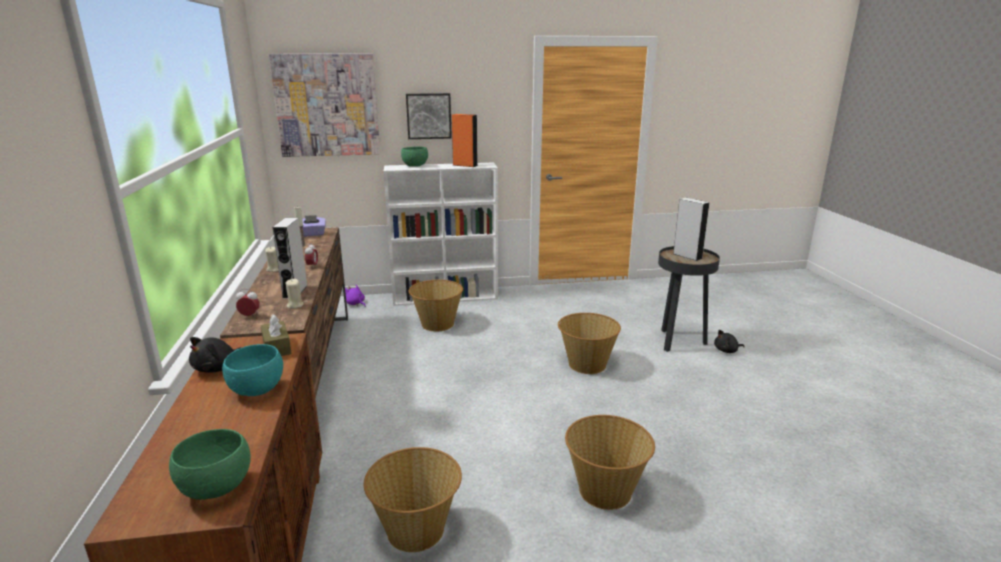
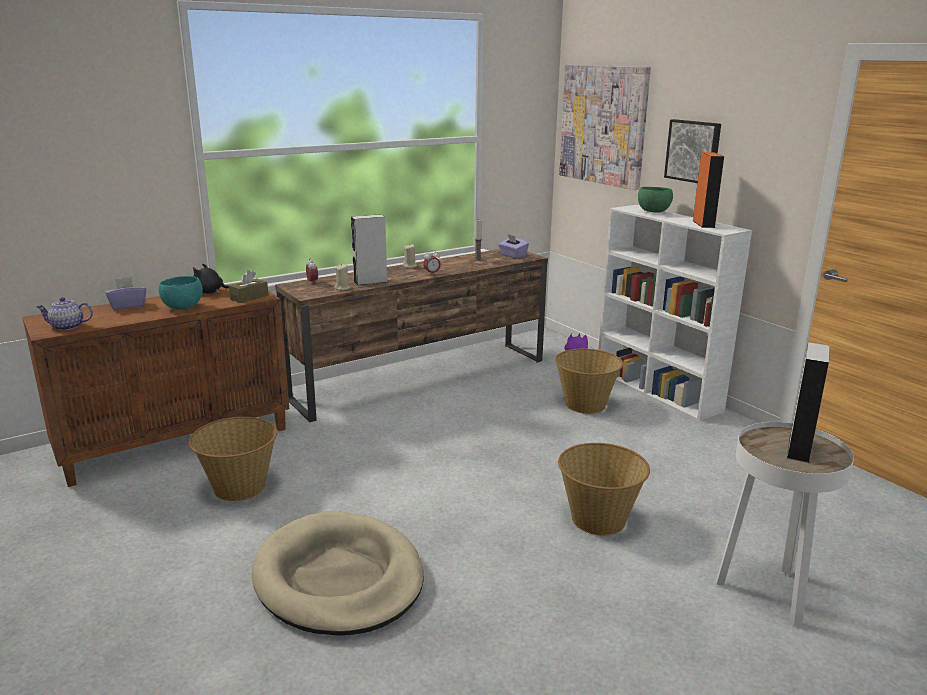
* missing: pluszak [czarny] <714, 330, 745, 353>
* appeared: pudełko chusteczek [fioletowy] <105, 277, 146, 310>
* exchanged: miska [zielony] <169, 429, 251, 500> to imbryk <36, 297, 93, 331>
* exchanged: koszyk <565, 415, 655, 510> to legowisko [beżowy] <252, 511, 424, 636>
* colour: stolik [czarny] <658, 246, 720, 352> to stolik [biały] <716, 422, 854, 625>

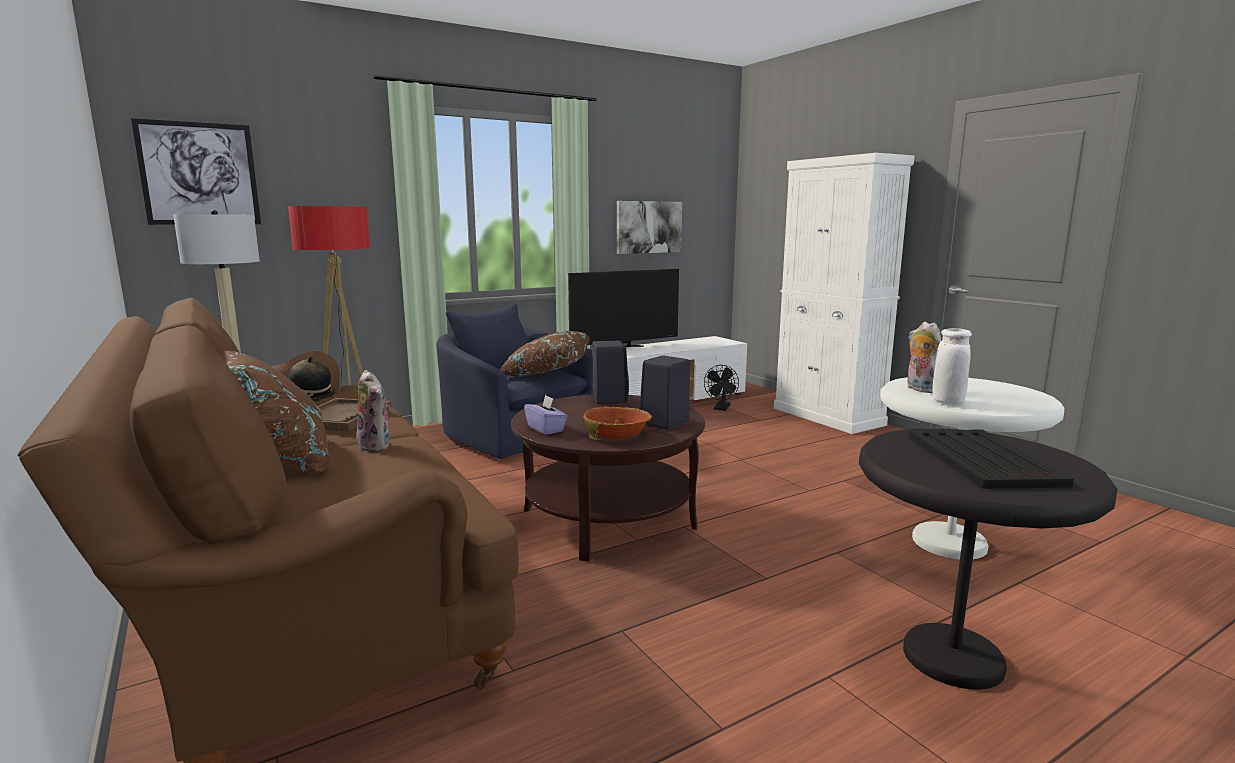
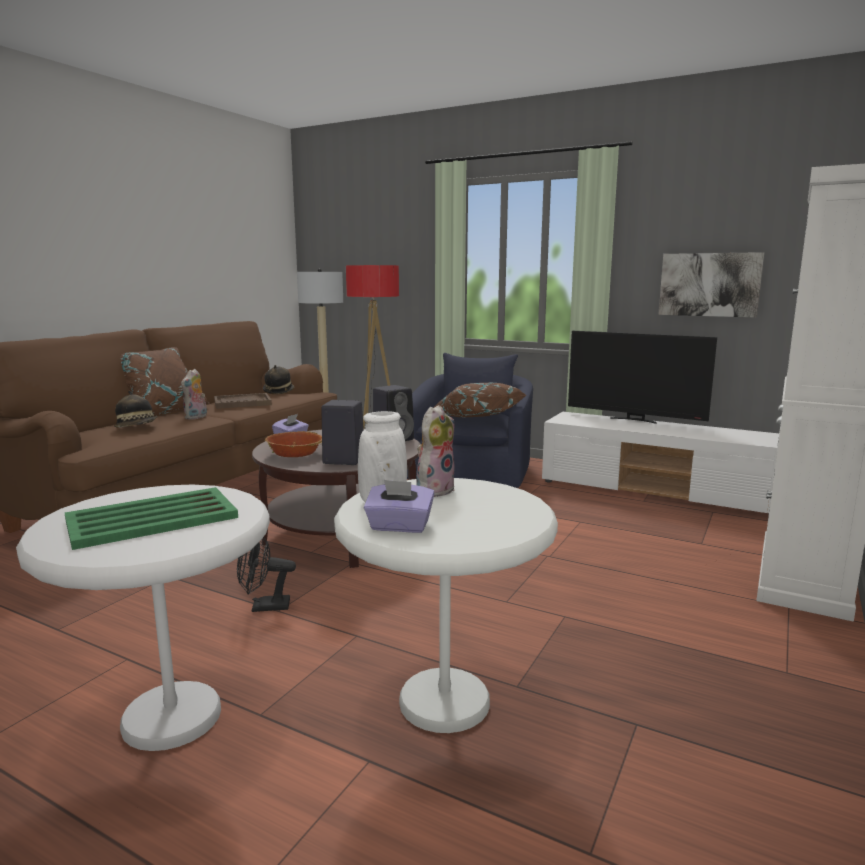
* missing: obraz <131, 118, 261, 225>
* appeared: kapelusz <114, 391, 157, 428>
* appeared: pudełko chusteczek [fioletowy] <364, 480, 435, 533>
* relocated: wentylator [czarny] <704, 365, 739, 410> to <237, 537, 296, 612>
* colour: stolik [czarny] <859, 428, 1118, 690> to stolik [biały] <16, 485, 270, 751>
* colour: taca [czarny] <908, 430, 1074, 489> to taca [zielony] <65, 487, 238, 550>

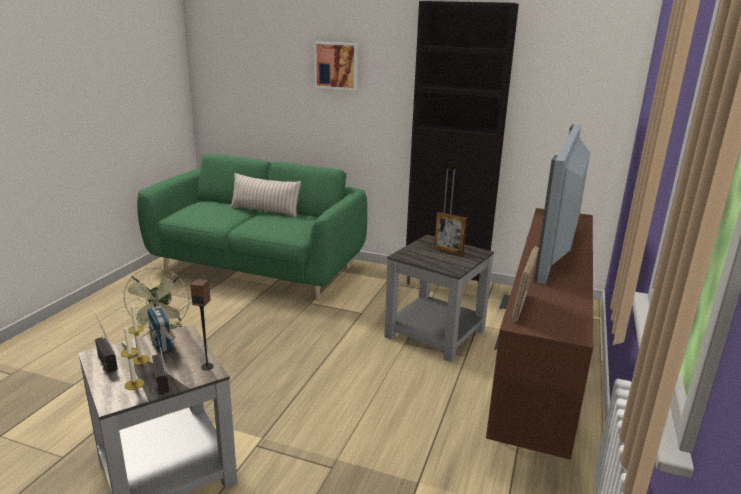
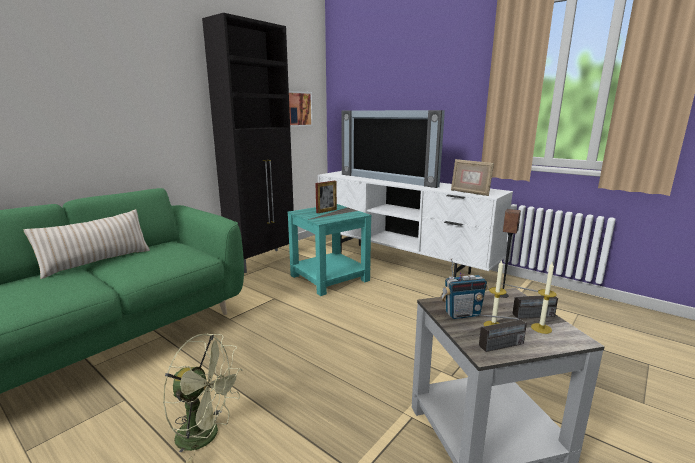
* relocated: obraz <314, 42, 358, 90> to <289, 91, 313, 127>
* colour: stolik [szary] <384, 235, 494, 362> to stolik [turkusowy] <288, 204, 371, 296>
* colour: szafka pod telewizor [brązowy] <486, 208, 593, 460> to szafka pod telewizor [biały] <318, 171, 513, 277>

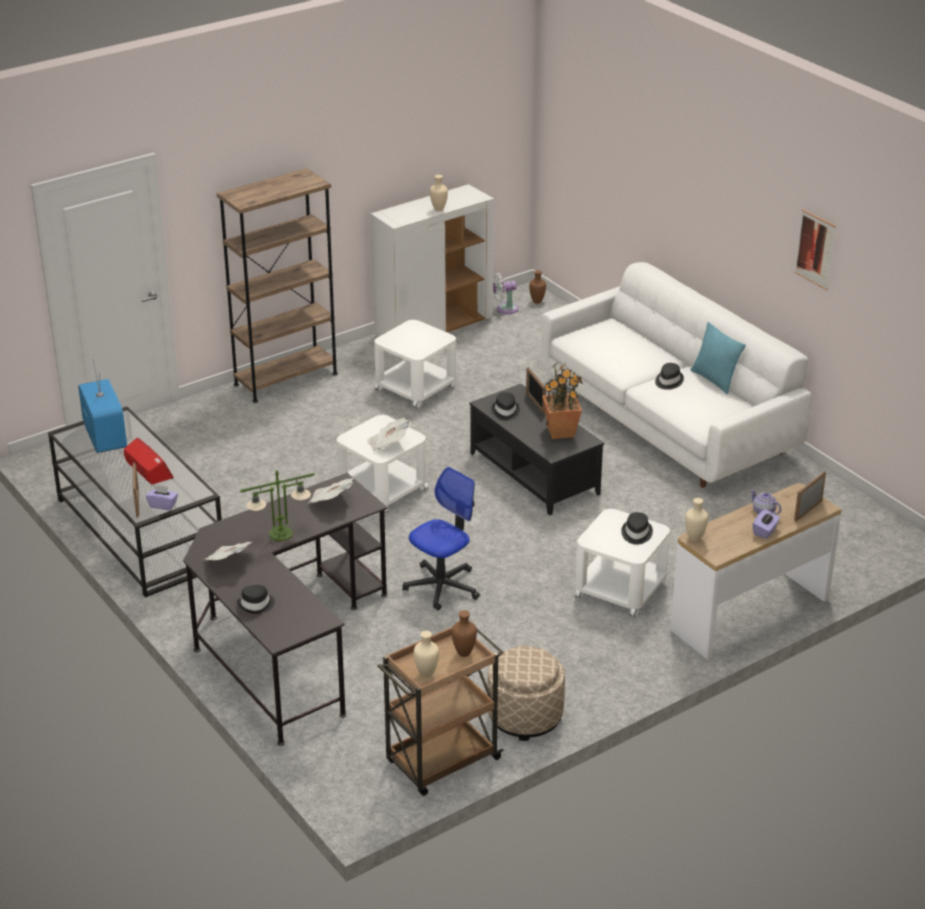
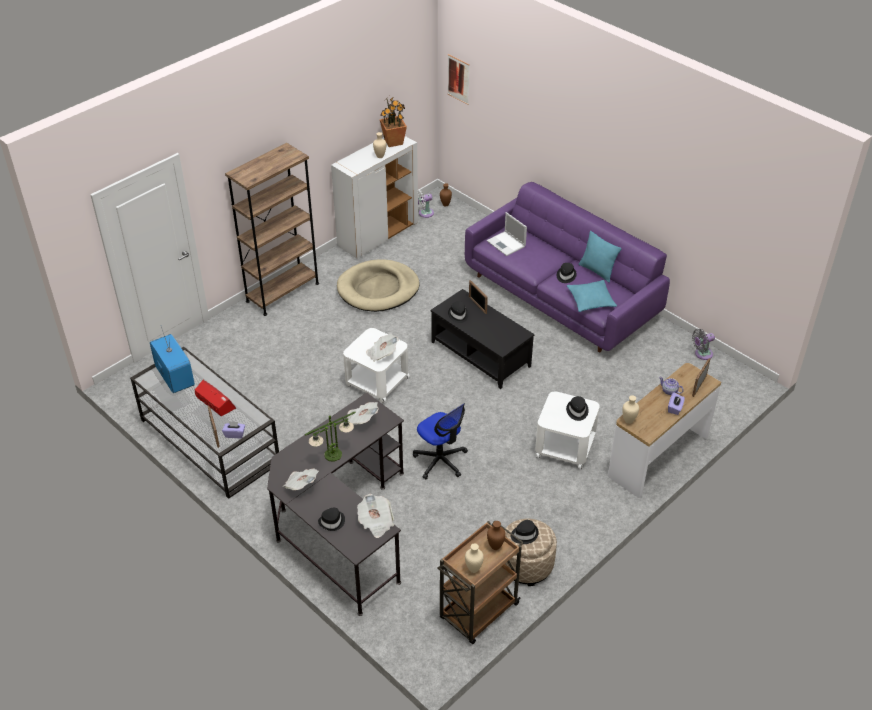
* appeared: gazeta <357, 494, 394, 538>
* appeared: laptop <487, 212, 527, 256>
* appeared: kapelusz [czarny] <511, 520, 539, 544>
* appeared: poduszka [turkusowy] <567, 280, 617, 312>
* appeared: wentylator [szary] <692, 329, 715, 360>
* relocated: roślina doniczkowa <542, 361, 583, 439> to <380, 96, 407, 147>
* relocated: obraz <794, 209, 836, 290> to <448, 54, 470, 105>
* exchanged: stolik [biały] <374, 320, 456, 409> to legowisko [beżowy] <337, 259, 420, 312>
* colour: kanapa [biały] <540, 262, 812, 488> to kanapa [fioletowy] <465, 182, 670, 352>
* spun: krzesło biurowe <402, 467, 480, 610> = <413, 403, 468, 479> 105 degrees clockwise

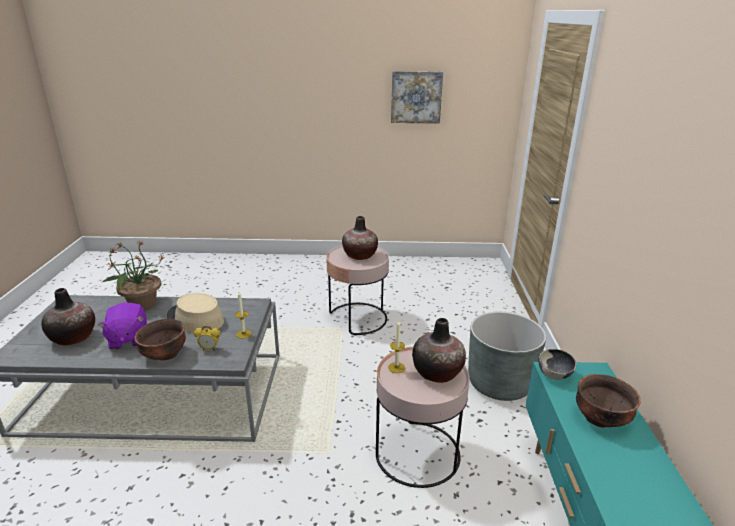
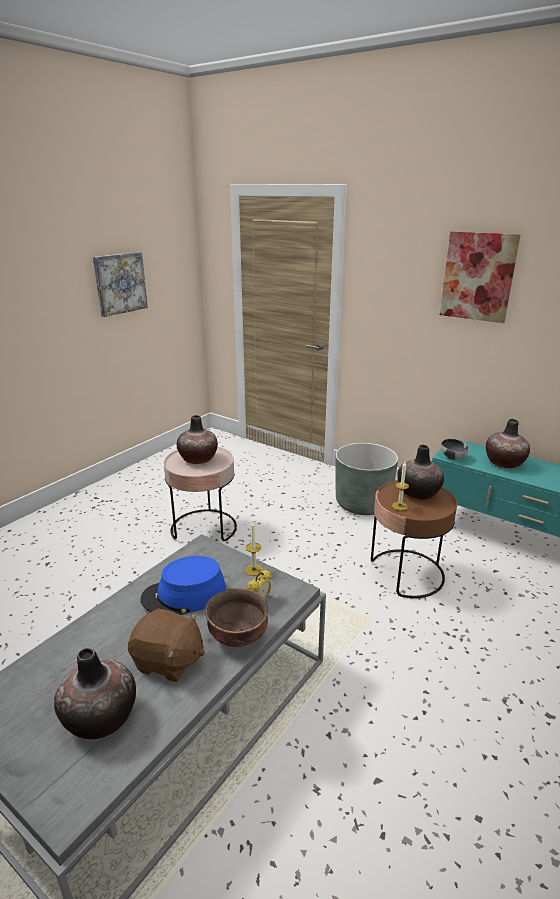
* missing: roślina doniczkowa <103, 241, 165, 310>
* appeared: obraz <440, 231, 521, 323>
* exchanged: miska [brązowy] <576, 374, 641, 428> to wazon <486, 419, 530, 468>
* colour: pluszak [fioletowy] <98, 303, 147, 350> to pluszak [brązowy] <128, 609, 205, 682>
* colour: kapelusz [beżowy] <167, 293, 224, 334> to kapelusz [niebieski] <141, 556, 226, 615>
* colour: stolik [różowy] <376, 347, 470, 488> to stolik [brązowy] <371, 480, 457, 598>

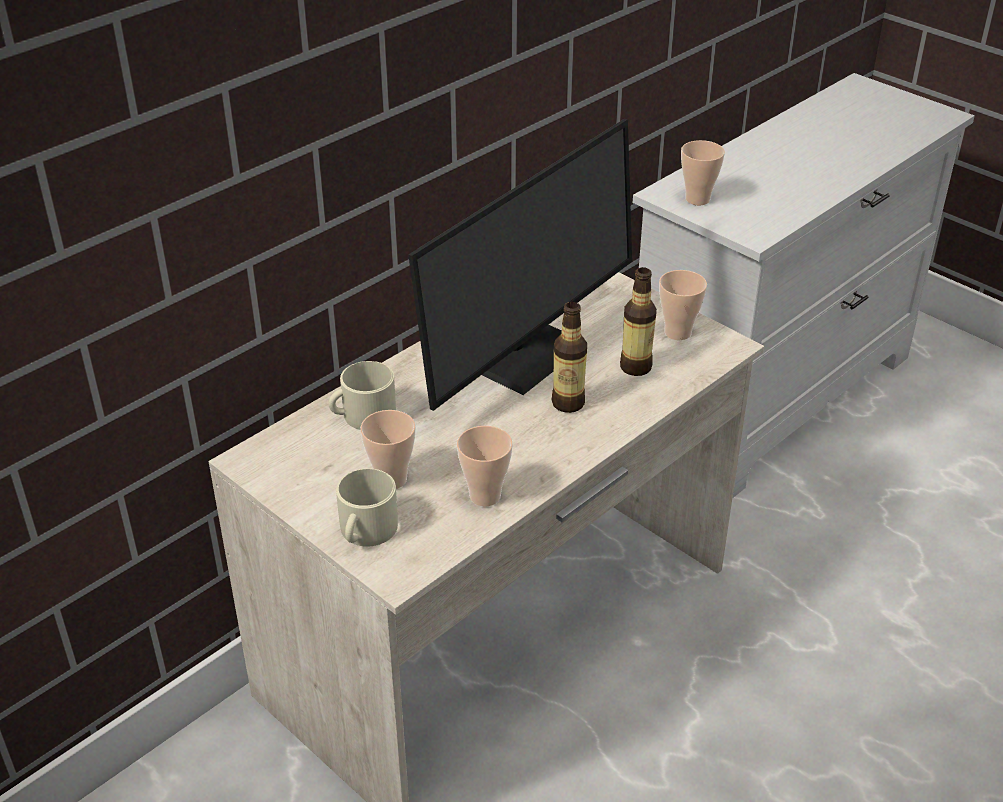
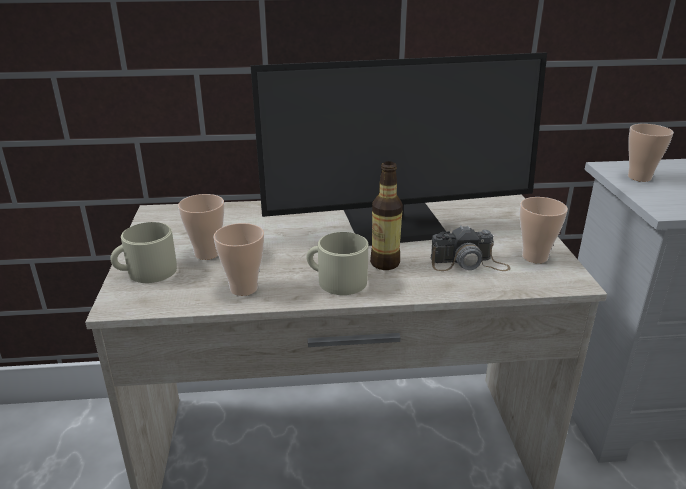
* relocated: kubek [beżowy] <328, 361, 396, 430> to <306, 232, 368, 295>
* exchanged: butelka <620, 267, 657, 376> to aparat fotograficzny <431, 225, 511, 271>

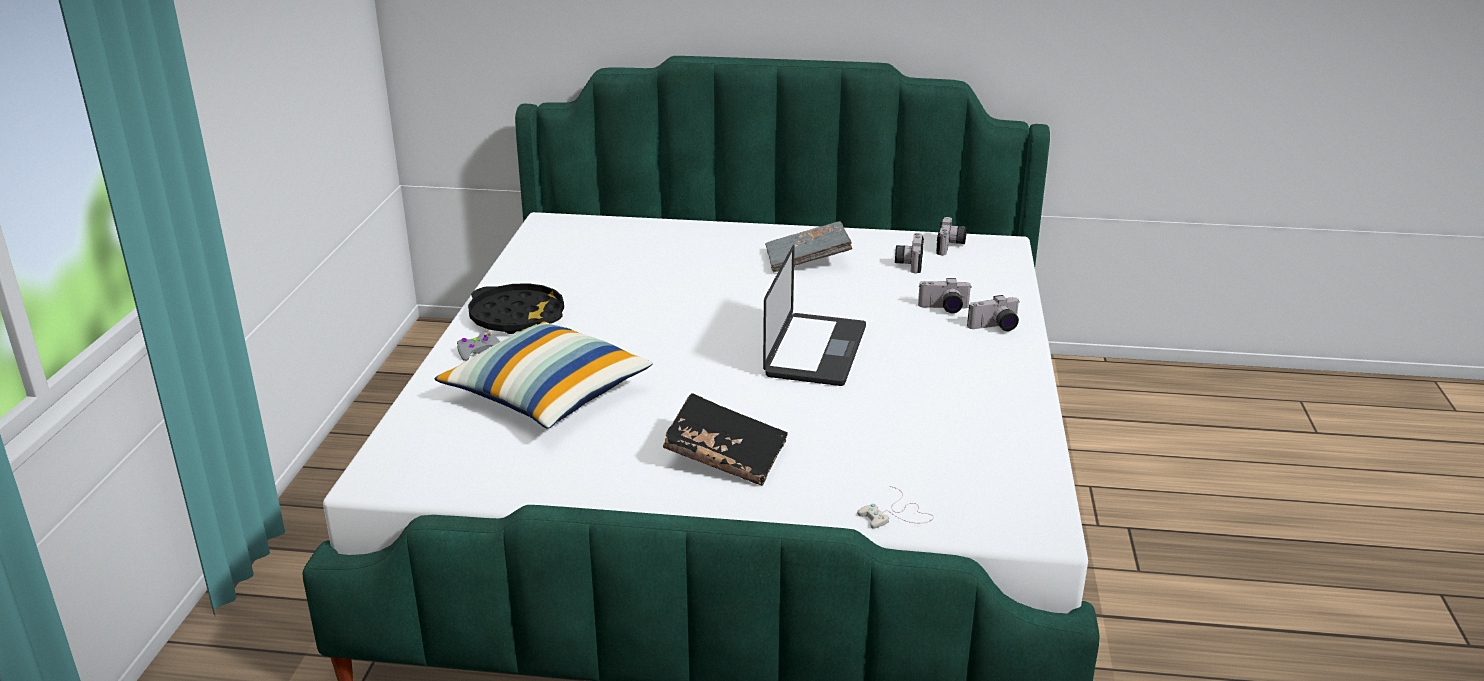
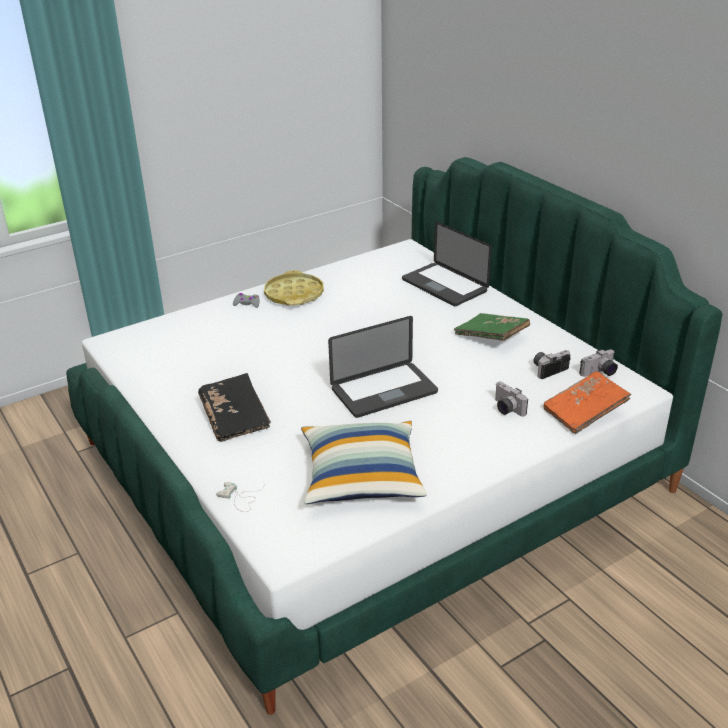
* missing: aparat fotograficzny <967, 295, 1020, 331>
* appeared: laptop <402, 221, 492, 306>
* appeared: książka [pomarańczowy] <543, 371, 631, 434>
* relocated: poduszka <434, 321, 653, 429> to <301, 421, 427, 504>
* colour: taca [czarny] <468, 283, 564, 334> to taca [żółty] <264, 270, 324, 306>
* colour: książka [szary] <765, 221, 852, 273> to książka [zielony] <454, 313, 530, 341>

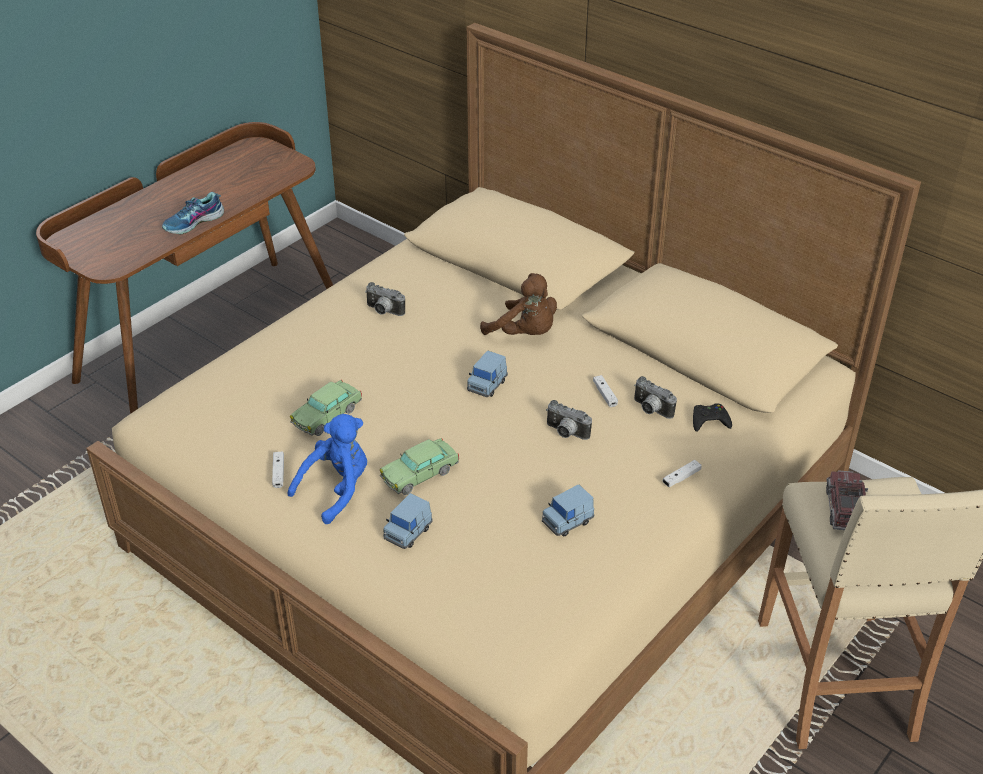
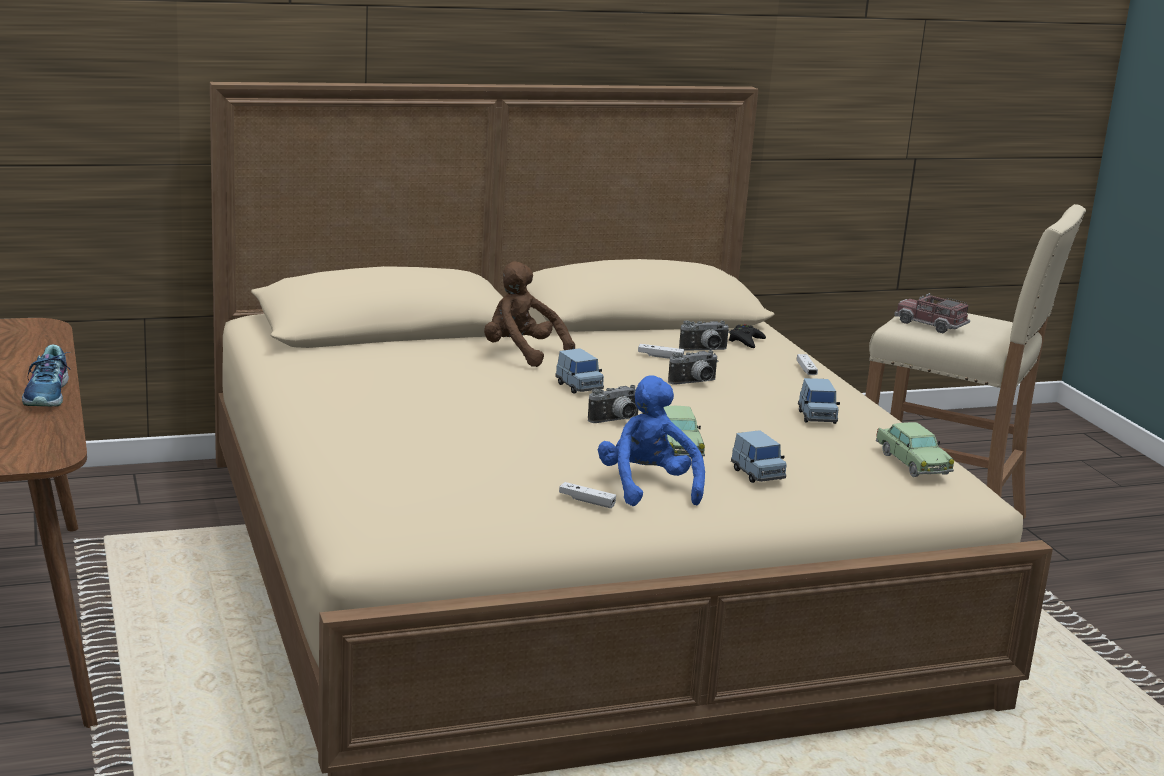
* relocated: samochodzik <290, 380, 362, 436> to <876, 422, 954, 477>
* relocated: aparat fotograficzny <365, 282, 405, 316> to <588, 385, 638, 423>
* spun: pluszak [brązowy] <480, 273, 557, 335> = <484, 261, 575, 367> 120 degrees counterclockwise

